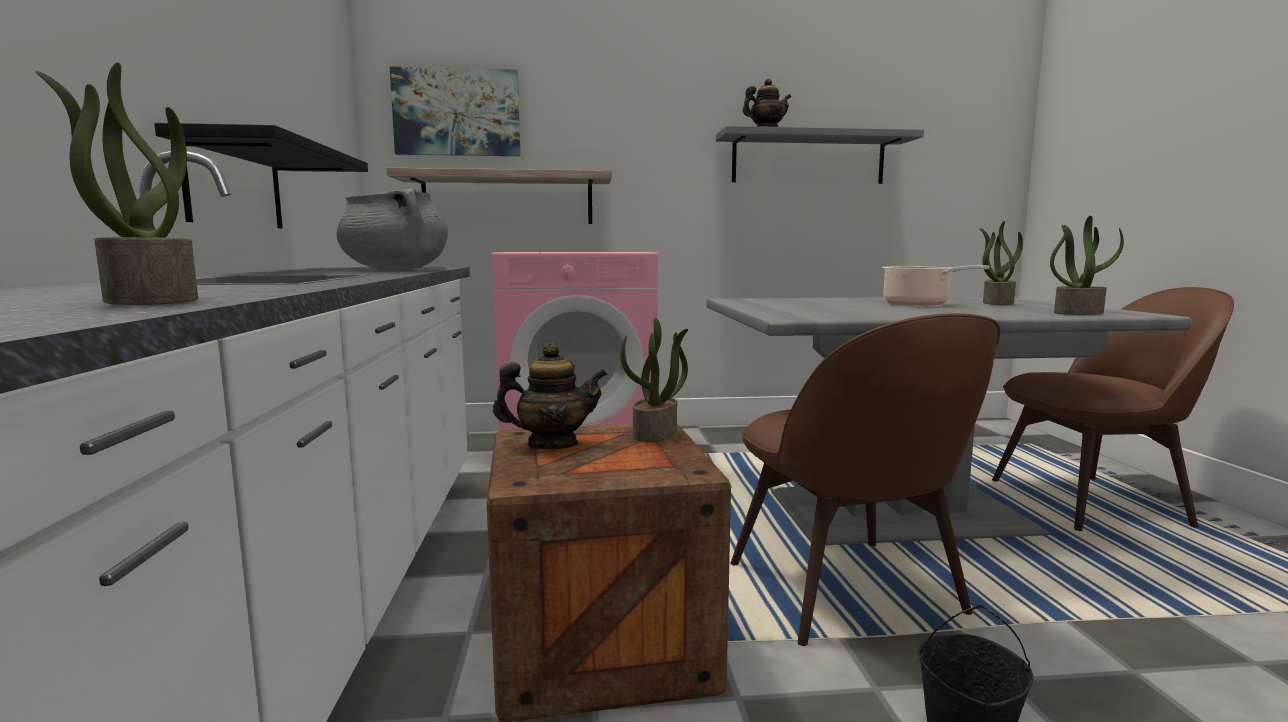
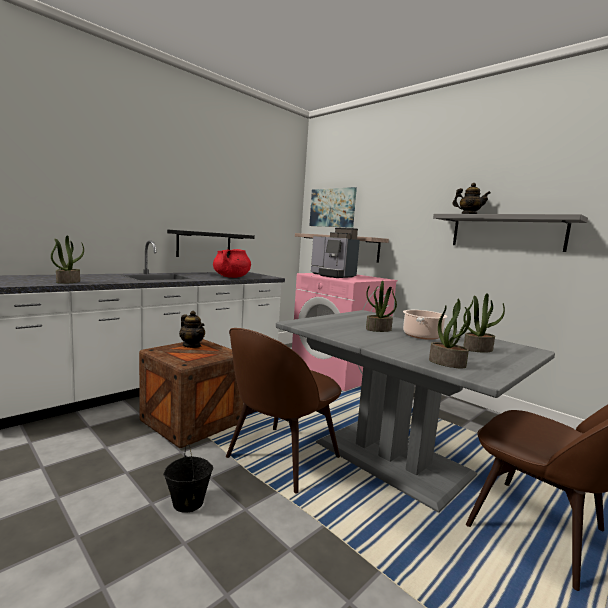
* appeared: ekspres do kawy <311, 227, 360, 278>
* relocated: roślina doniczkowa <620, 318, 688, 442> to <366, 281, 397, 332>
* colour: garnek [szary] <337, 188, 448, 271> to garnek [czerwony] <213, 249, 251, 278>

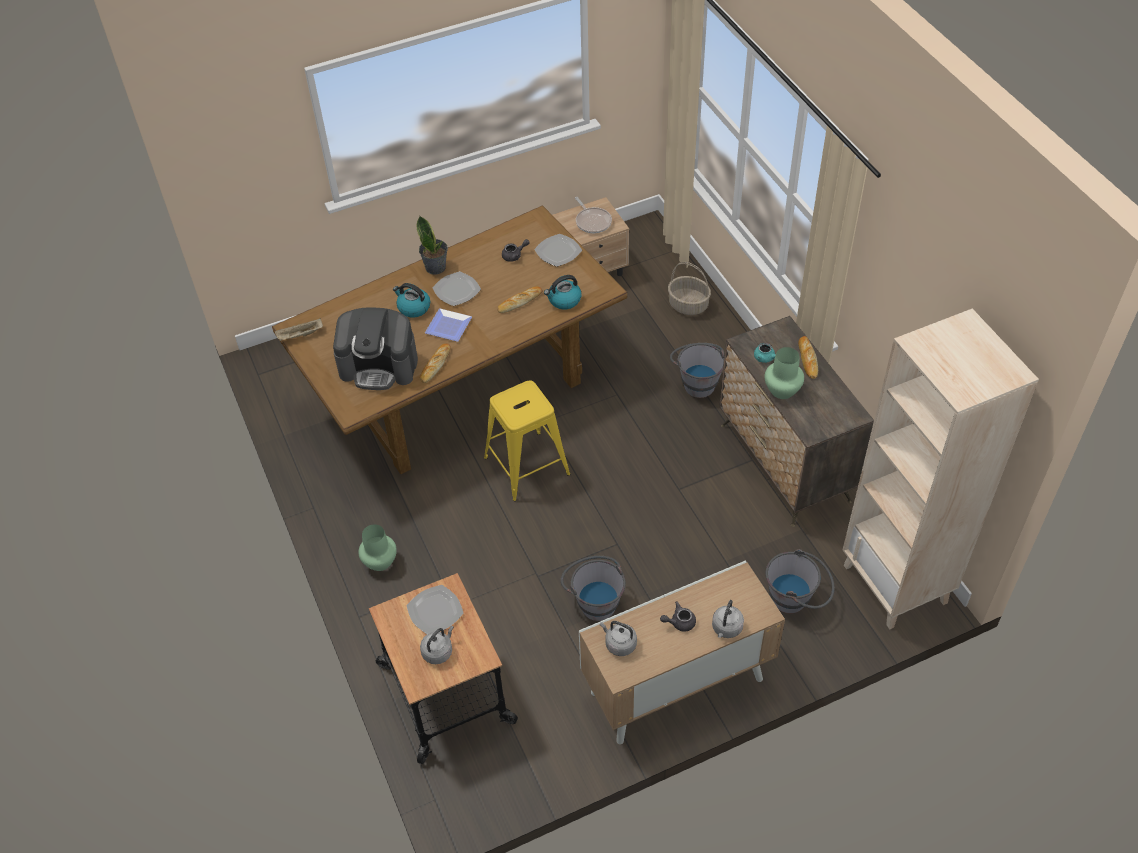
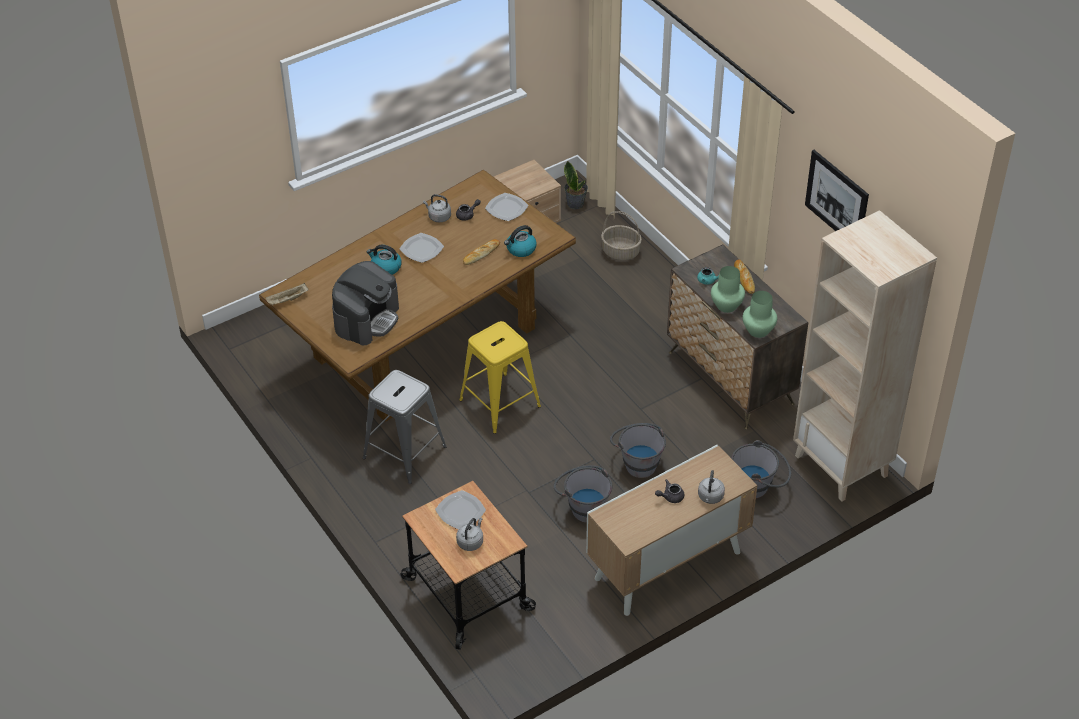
* missing: chleb <420, 343, 451, 383>
* missing: talerz <425, 308, 472, 342>
* missing: patelnia <575, 197, 612, 233>
* appeared: stołek [szary] <363, 370, 447, 484>
* appeared: obraz <805, 150, 869, 231>
* relocated: wazon [zielony] <358, 524, 397, 571> to <743, 291, 777, 338>
* relocated: roślina doniczkowa <416, 216, 448, 275> to <564, 161, 588, 209>
* relocated: czajnik [szary] <600, 621, 637, 656> to <423, 194, 451, 222>
* relocated: wiadro [szary] <670, 343, 724, 398> to <610, 423, 666, 478>
* spun: ekspres do kawy <333, 307, 418, 390> = <332, 261, 399, 345> 60 degrees counterclockwise

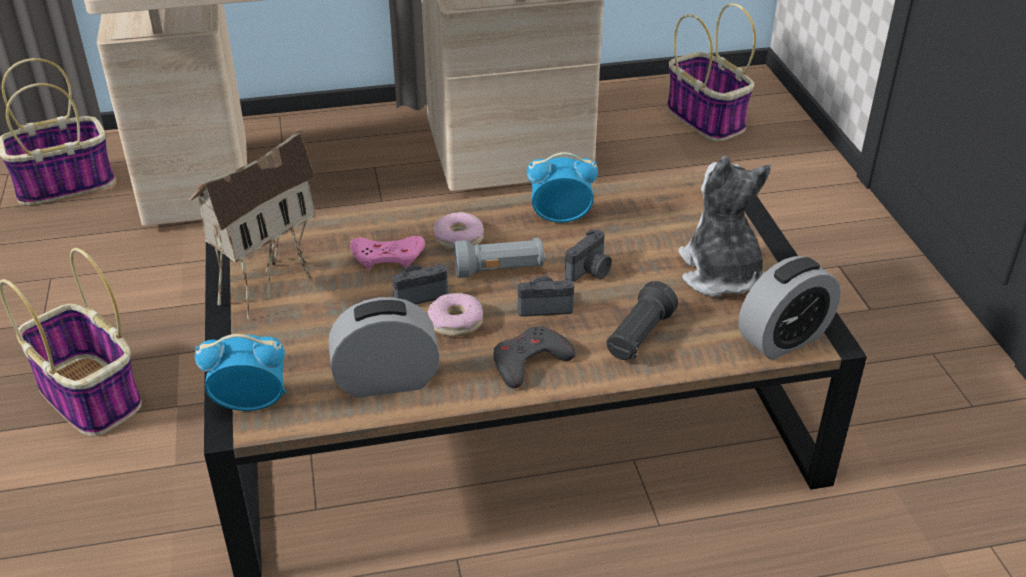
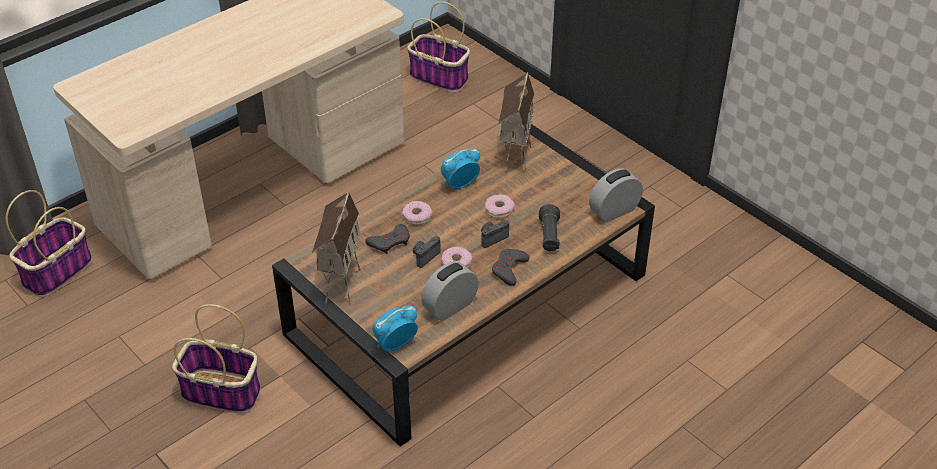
* missing: latarka [szary] <454, 238, 545, 278>
* missing: pluszak <678, 155, 771, 297>
* appeared: domek <498, 72, 534, 176>
* exchanged: aparat fotograficzny <565, 229, 612, 282> to donut <485, 194, 515, 219>
* colour: pad do gier [różowy] <350, 236, 425, 271> to pad do gier [szary] <366, 224, 409, 254>
* spun: budzik <738, 256, 841, 360> = <589, 169, 643, 222> 150 degrees counterclockwise

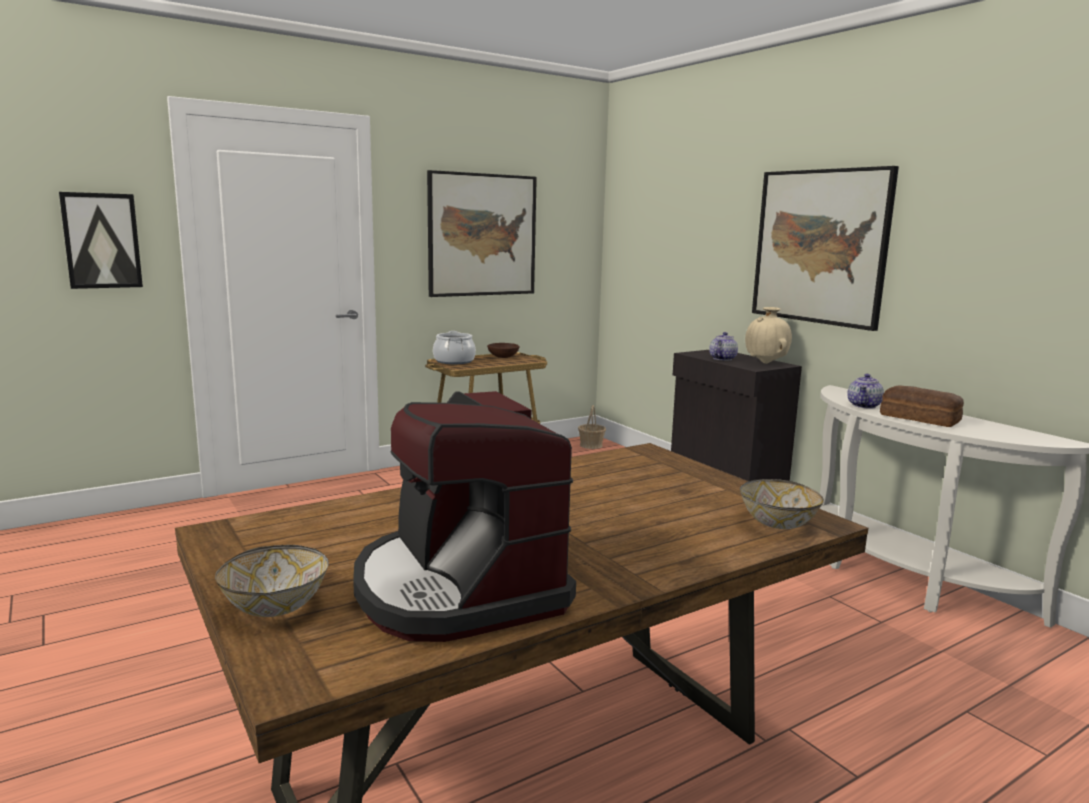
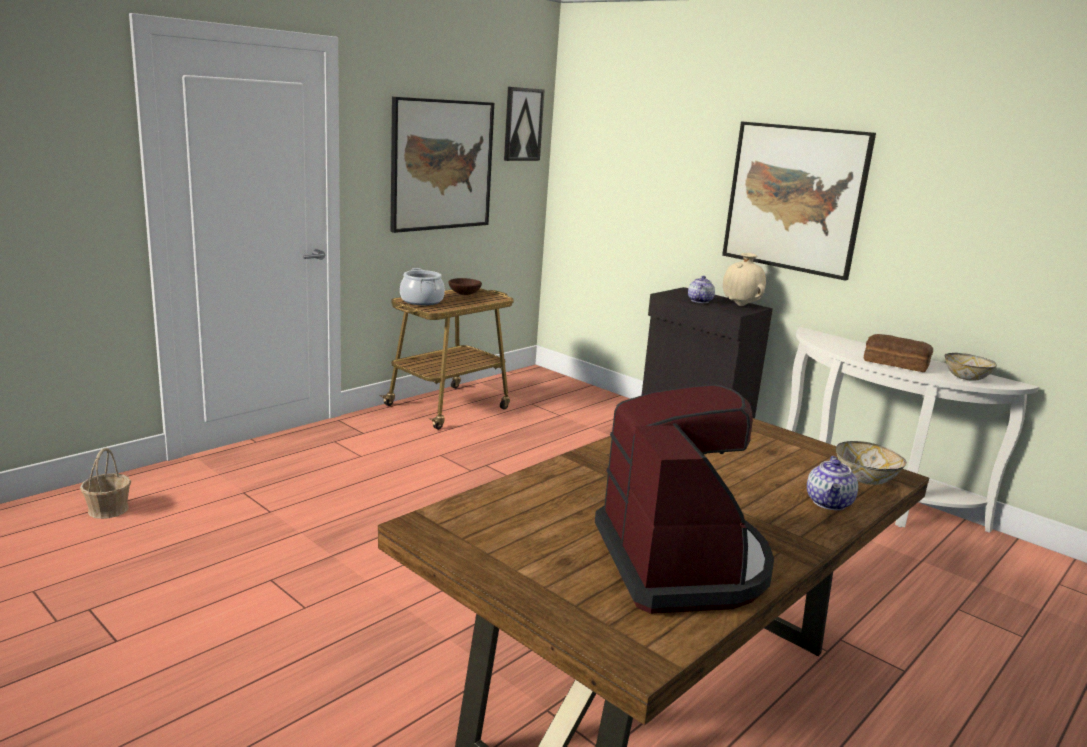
* relocated: obraz <59, 192, 143, 289> to <504, 87, 544, 161>
* relocated: miska <215, 545, 329, 617> to <945, 353, 997, 381>
* relocated: koszyk <578, 405, 606, 449> to <80, 448, 131, 519>
* relocated: imbryk <847, 374, 884, 409> to <807, 456, 858, 510>
* spun: ekspres do kawy <353, 391, 576, 642> = <595, 384, 774, 614> 150 degrees counterclockwise

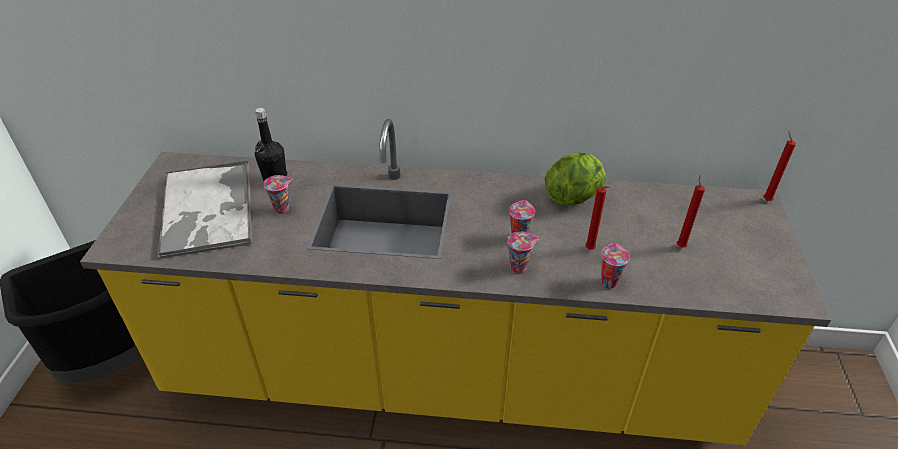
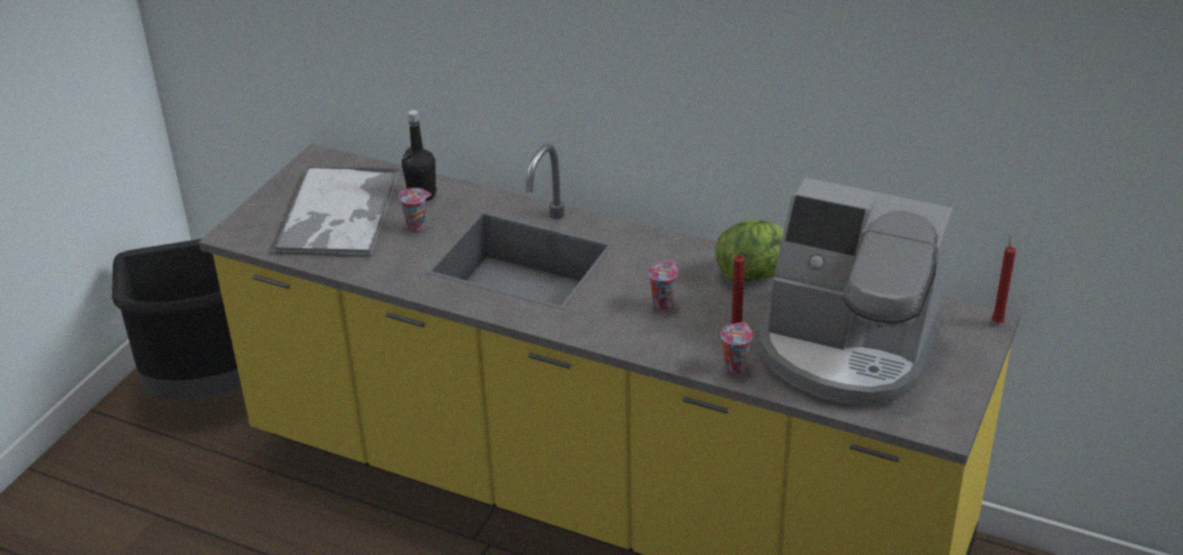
* missing: filiżanka <507, 232, 538, 274>
* exchanged: świeca [czerwony] <677, 175, 705, 248> to ekspres do kawy <758, 178, 952, 406>

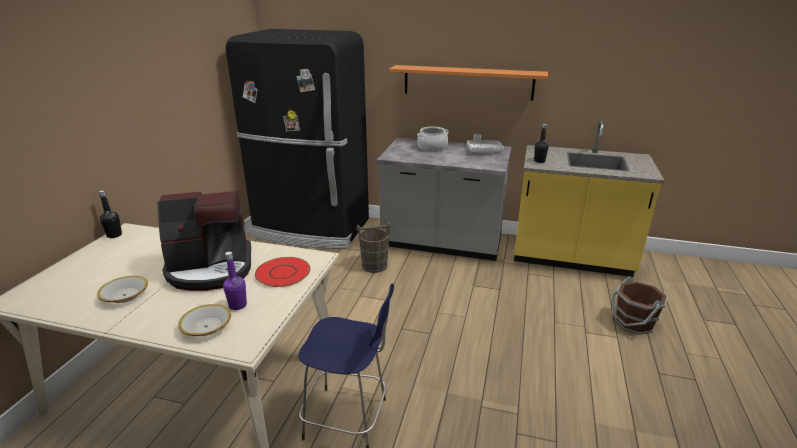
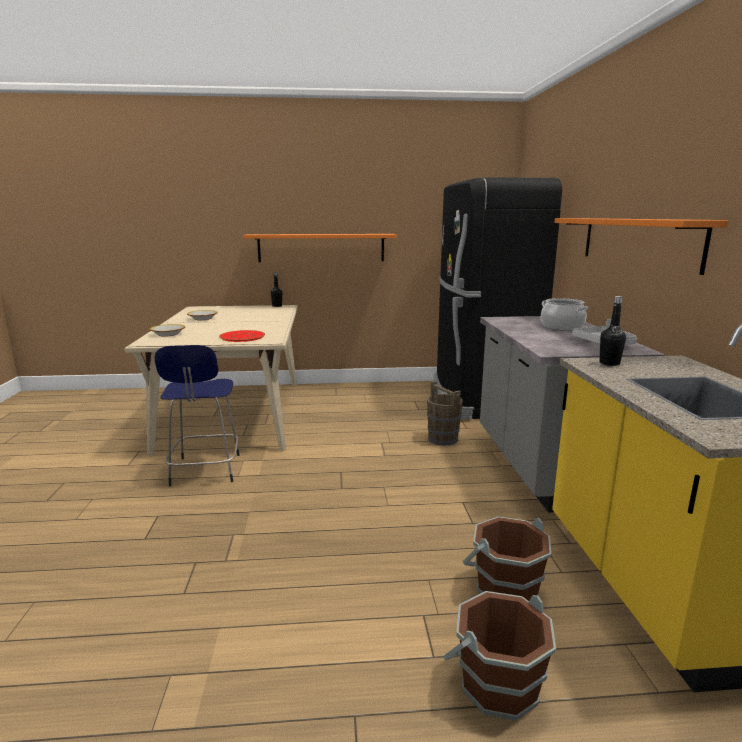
* missing: ekspres do kawy <157, 191, 251, 291>
* missing: butelka [fioletowy] <223, 252, 247, 310>
* appeared: półka [pomarańczowy] <243, 234, 397, 262>
* appeared: wiadro [brązowy] <463, 517, 551, 601>

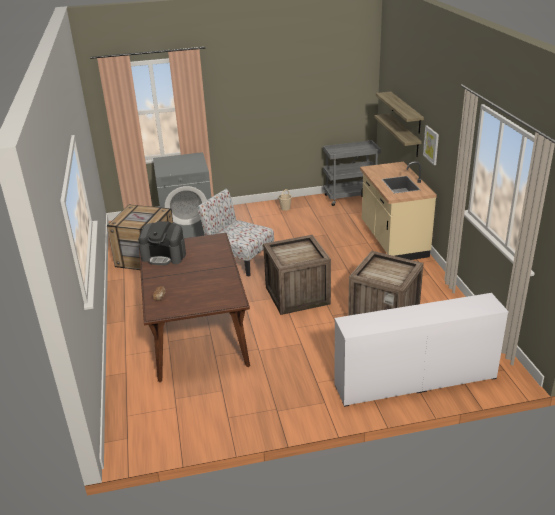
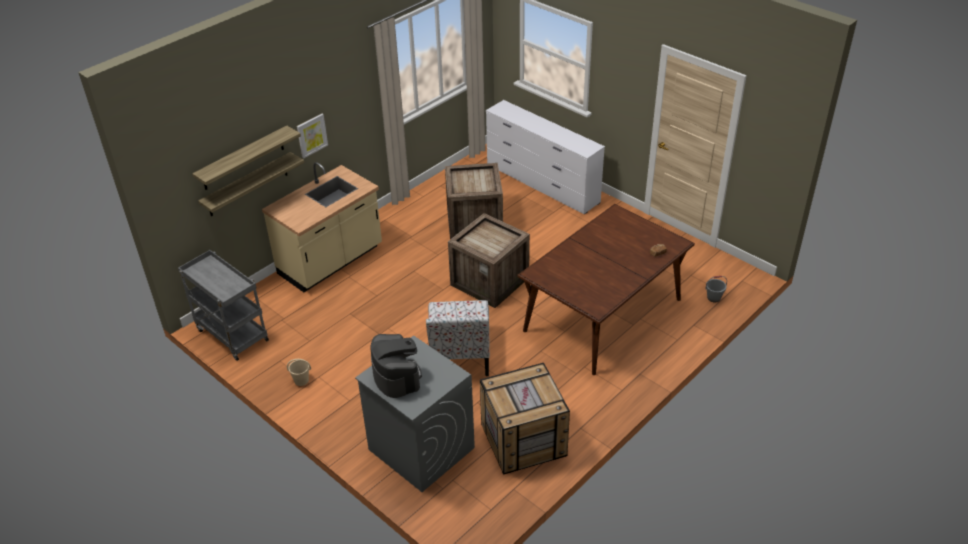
* appeared: wiadro [szary] <705, 276, 727, 302>
* relocated: ekspres do kawy <138, 221, 186, 265> to <370, 334, 422, 398>

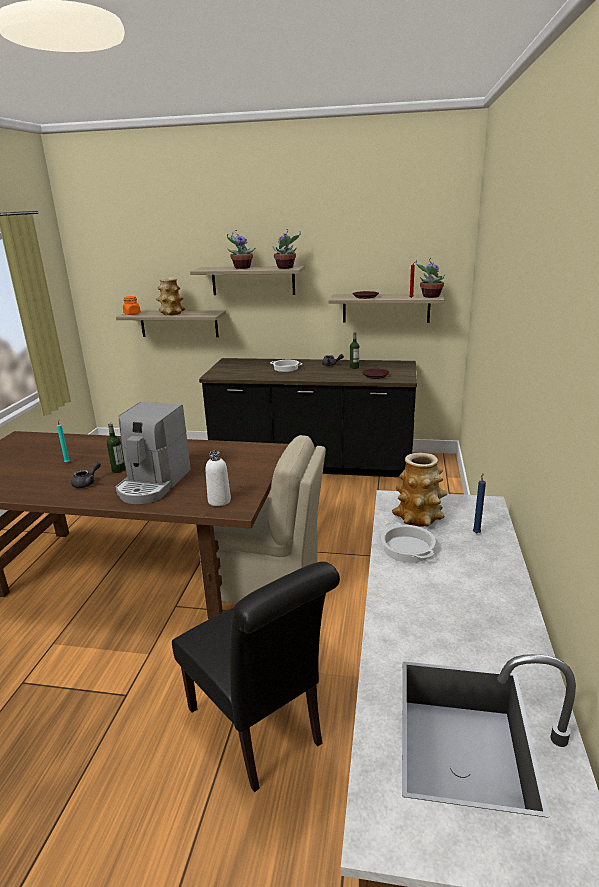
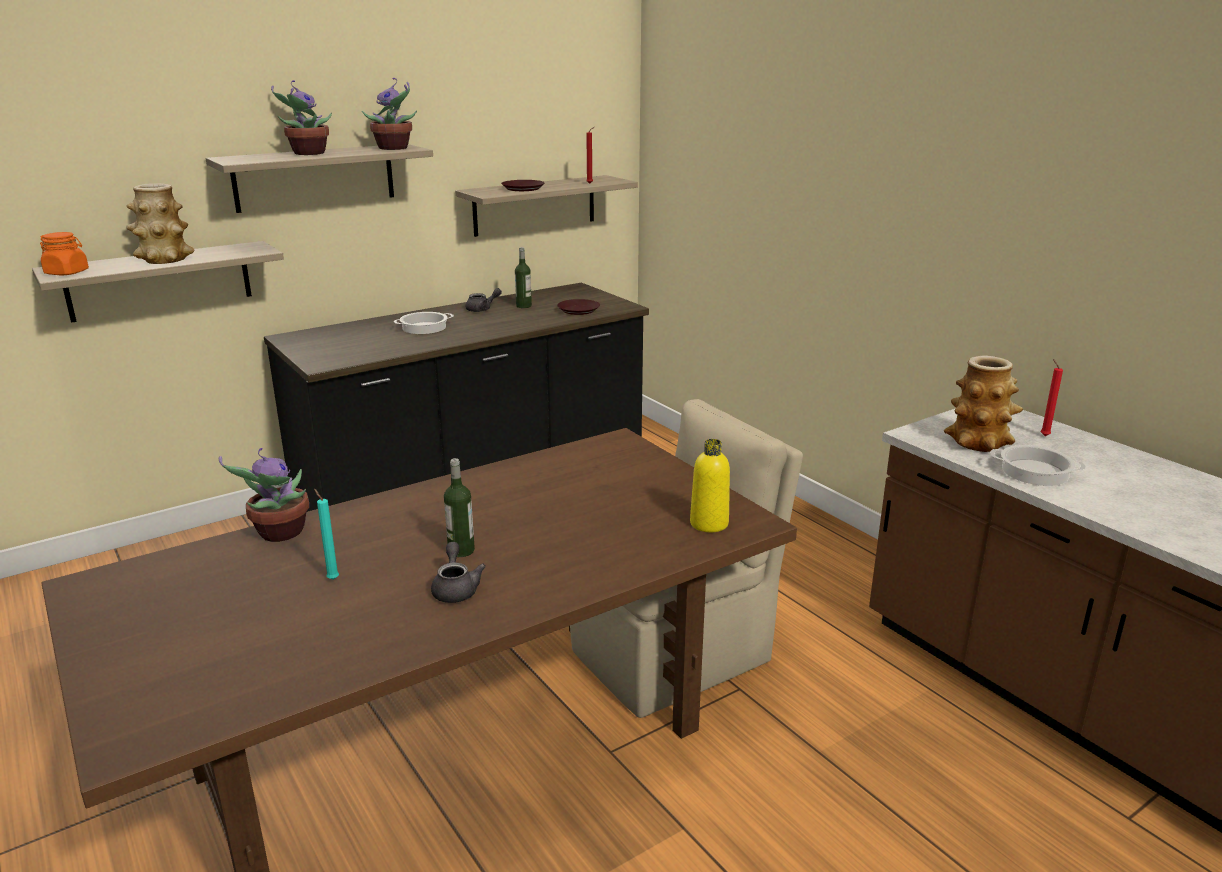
* missing: ekspres do kawy <115, 402, 191, 504>
* missing: krzesło [czarny] <172, 561, 340, 792>
* relocated: roślina doniczkowa <416, 258, 445, 298> to <218, 448, 309, 542>
* colour: butelka [biały] <206, 451, 231, 506> to butelka [żółty] <690, 439, 730, 532>
* colour: świeca [niebieski] <473, 473, 486, 534> to świeca [czerwony] <1041, 359, 1063, 436>

